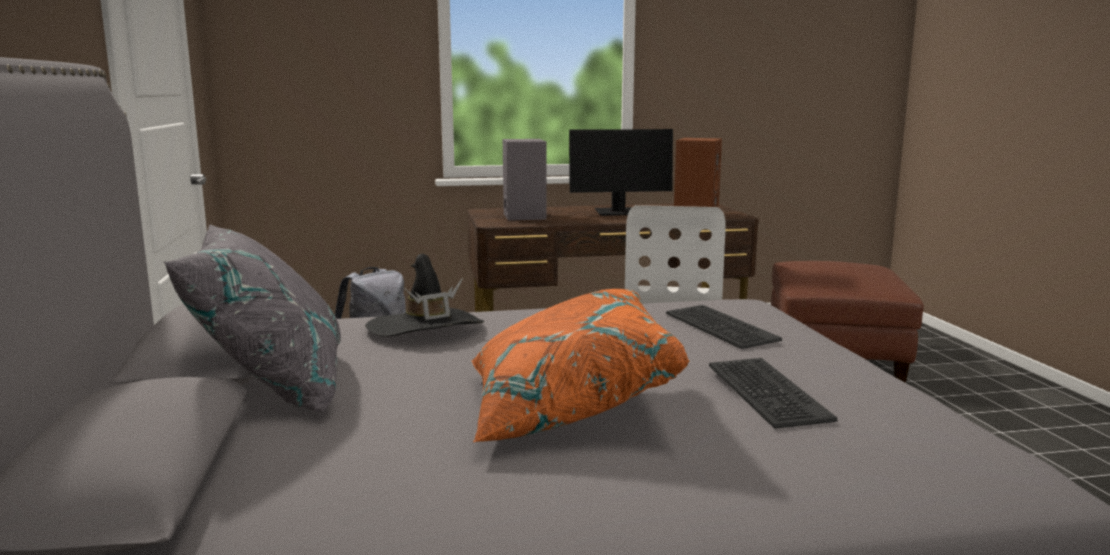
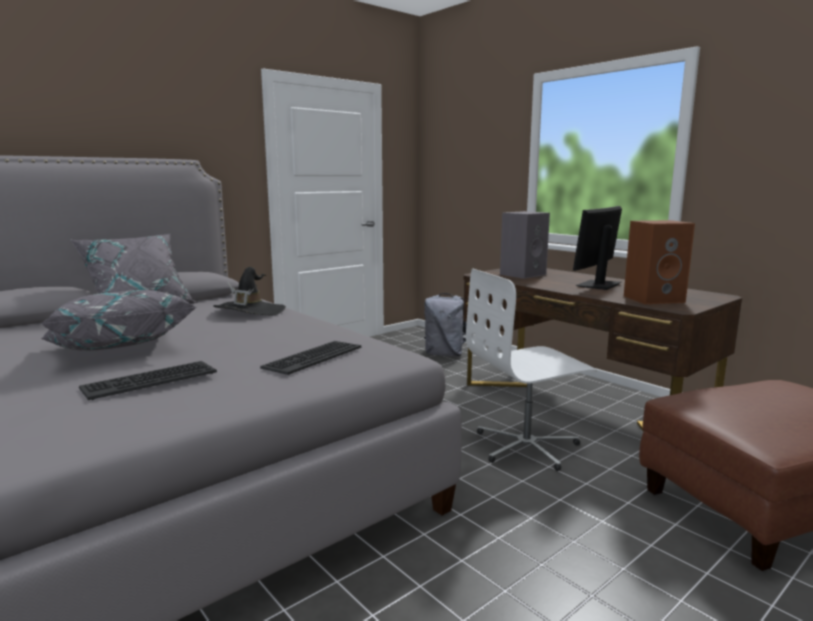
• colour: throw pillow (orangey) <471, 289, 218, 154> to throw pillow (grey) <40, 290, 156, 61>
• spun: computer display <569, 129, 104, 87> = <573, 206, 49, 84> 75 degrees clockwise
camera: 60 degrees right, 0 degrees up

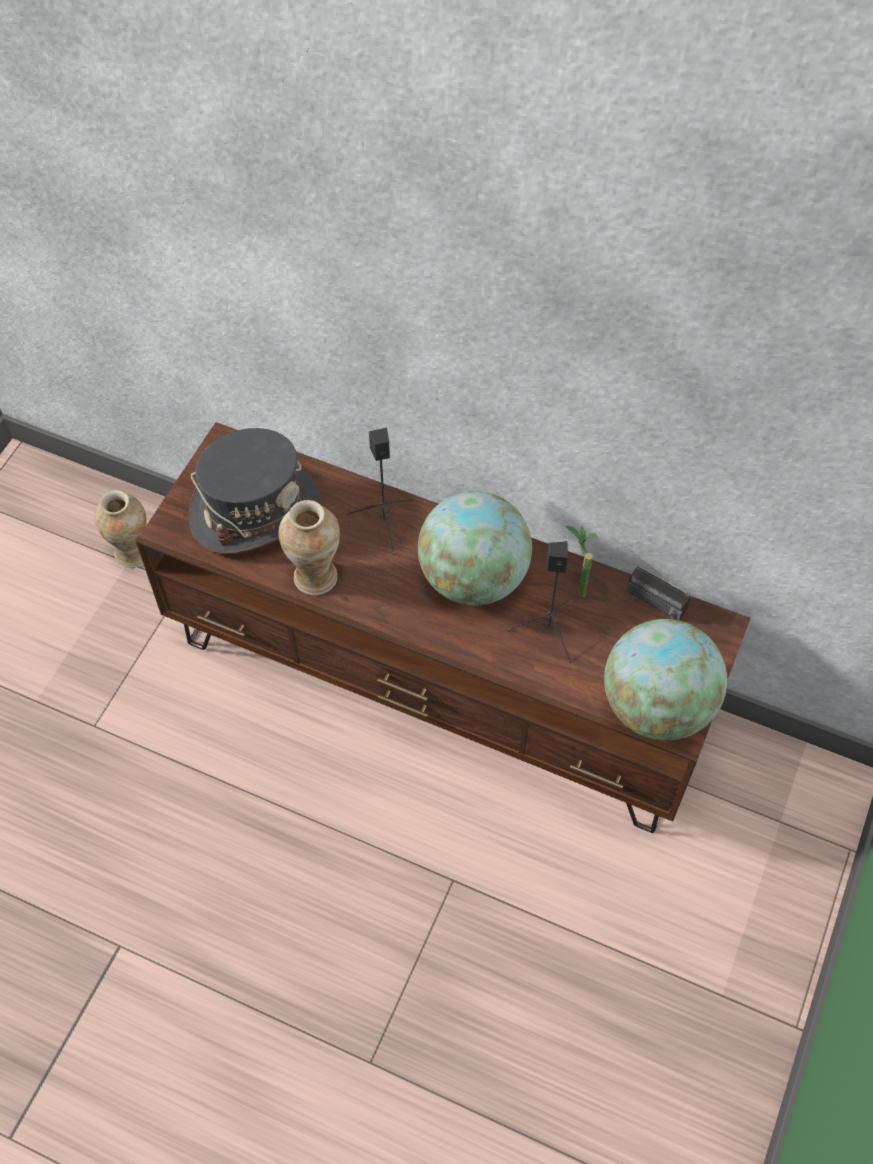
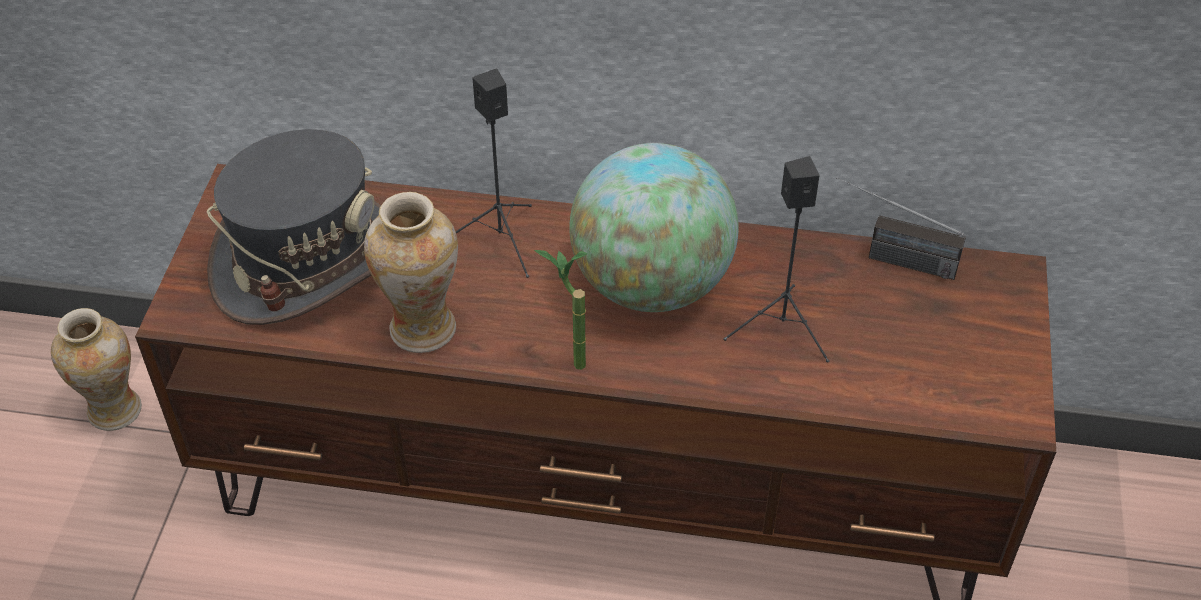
• relocated: potted plant <565, 526, 33, 71> to <534, 250, 53, 120>
• missing: globe <604, 619, 123, 122>
camera: 15 degrees left, 10 degrees down

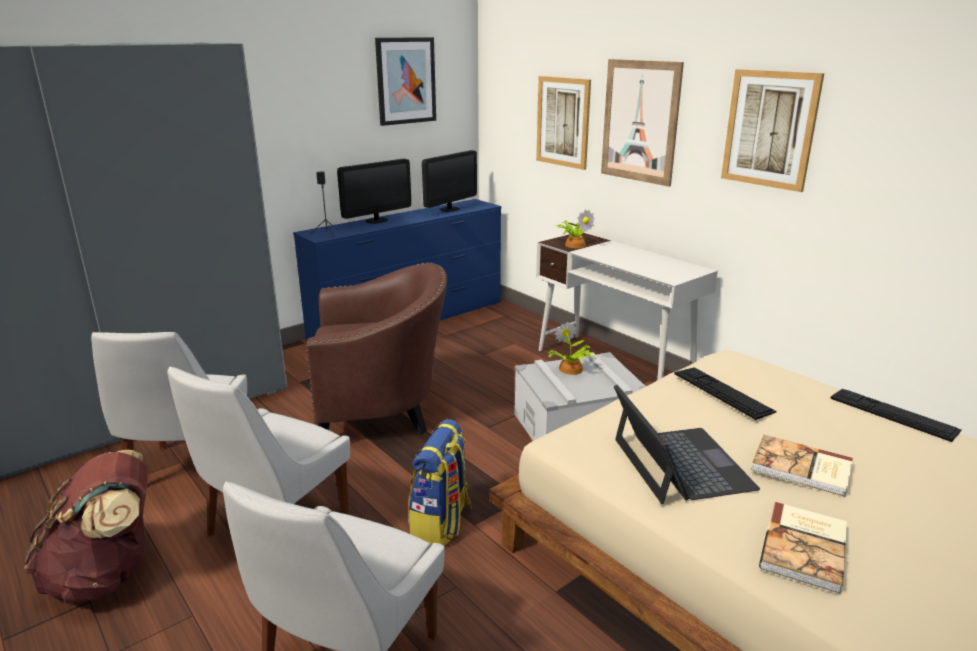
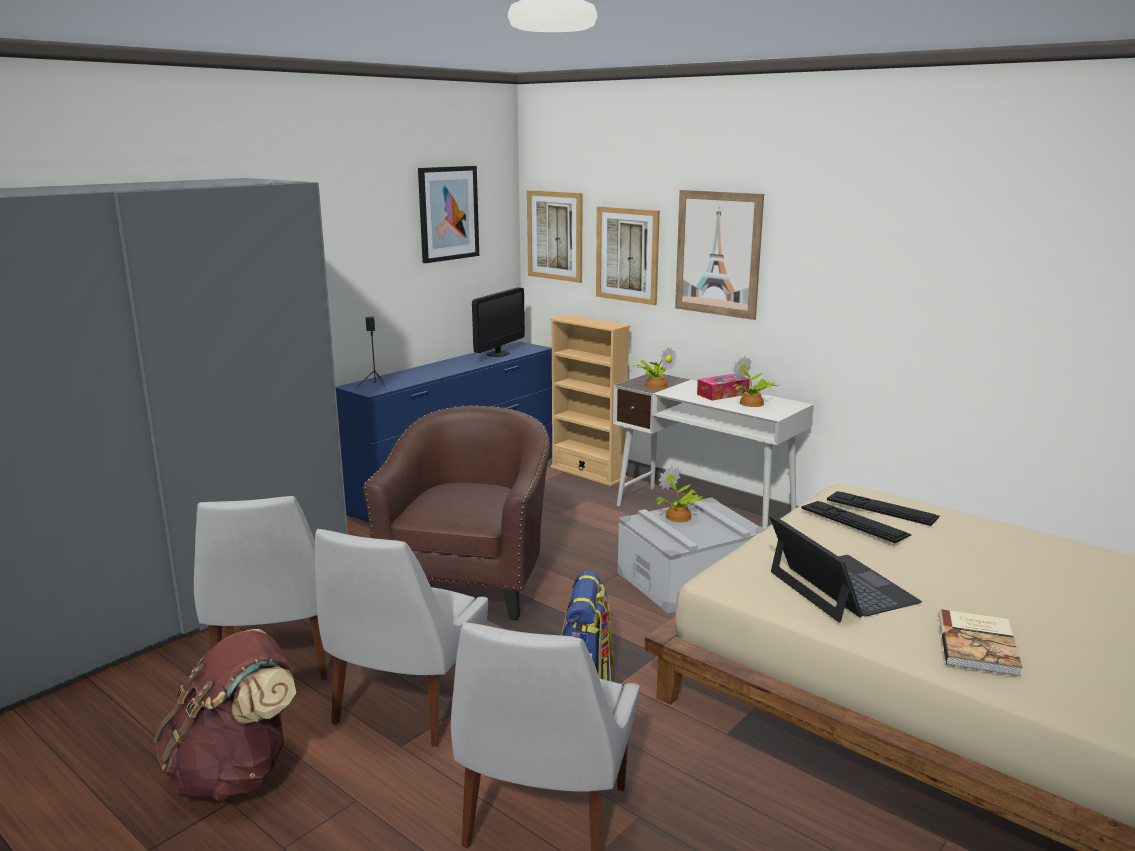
• spun: easy chair (brownish) <306, 262, 141, 172> = <363, 405, 187, 215> 60 degrees counterclockwise
• relocated: wall picture <721, 69, 103, 123> to <527, 190, 56, 93>
• appeared: shelving unit (beige) <550, 315, 81, 171>
• appeared: tissue box <697, 374, 53, 27>
• appeared: potted plant <733, 356, 46, 51>
• relocated: computer keyboard <830, 389, 132, 53> to <827, 491, 113, 35>
• missing: computer display <337, 159, 74, 65>
• missing: bound book <751, 435, 102, 62>
camera: 10 degrees left, 5 degrees down

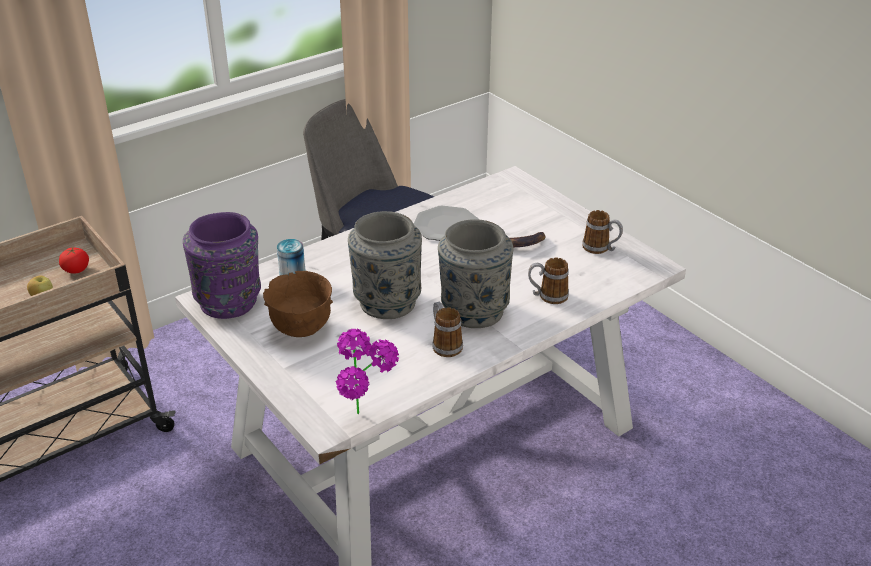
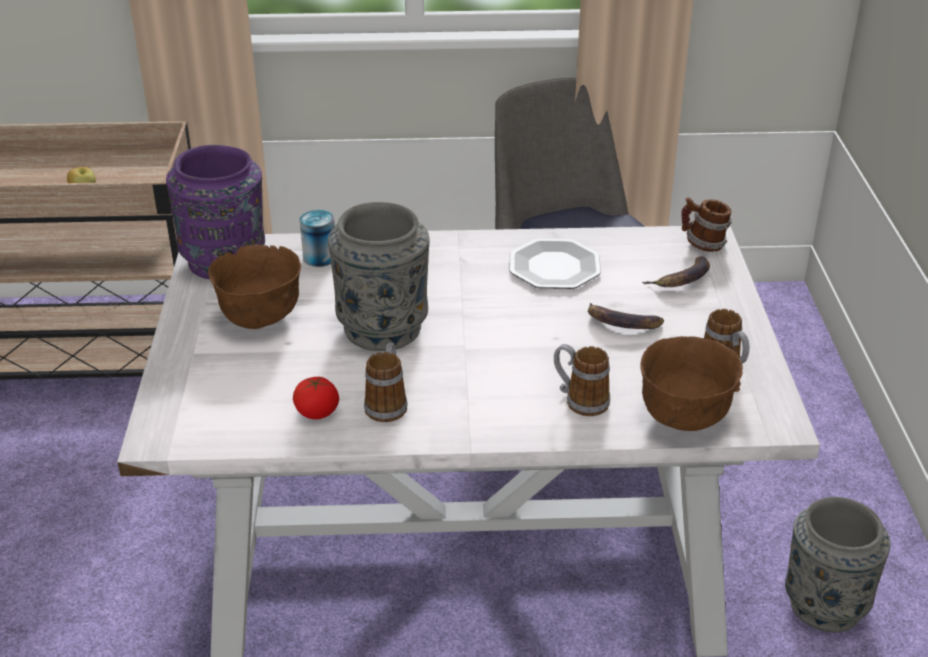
• relocated: tomato <59, 247, 30, 27> to <293, 376, 46, 43>
• appeared: deep dish (brownish) <640, 336, 103, 95>
• appeared: banana fruit <642, 256, 68, 31>
• appeared: tea mug <681, 197, 51, 55>
• relocated: decorative vase (grey) <438, 219, 75, 109> to <785, 497, 106, 136>
• missing: potted plant <335, 329, 64, 85>
camera: 35 degrees right, 0 degrees up

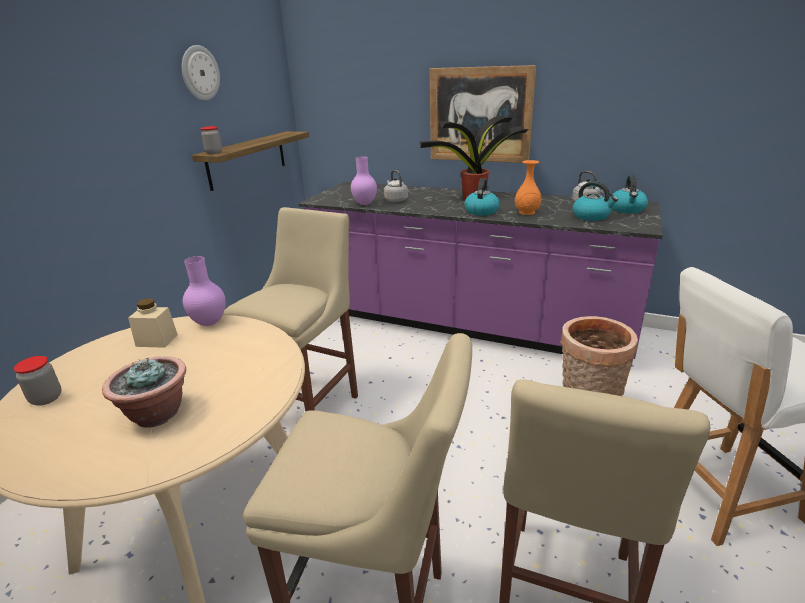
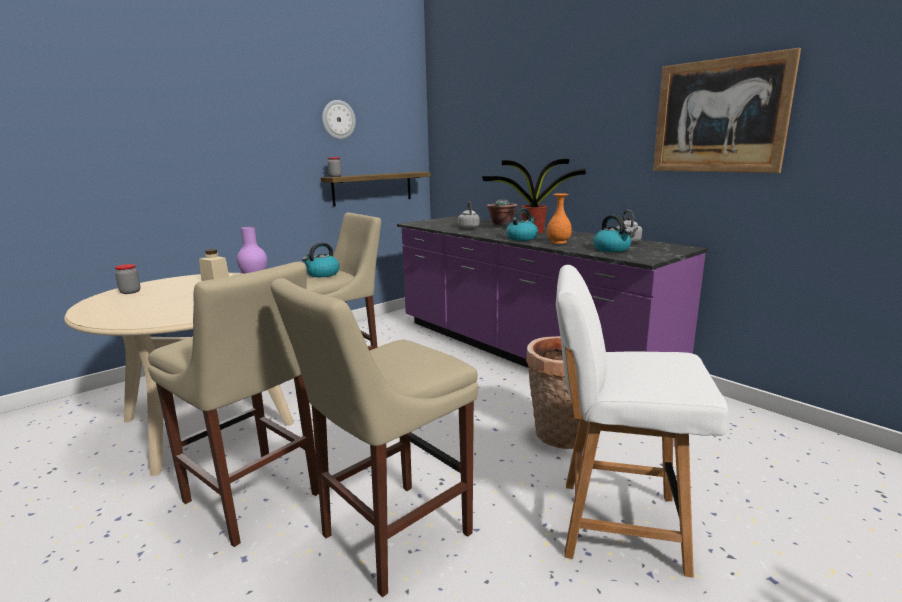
• relocated: kettle <610, 175, 38, 38> to <302, 242, 38, 35>
• relocated: potted plant <102, 356, 84, 72> to <486, 199, 31, 26>
• relocated: wall picture <430, 65, 106, 98> to <653, 48, 148, 125>
• missing: decorative vase (purple-coloured) <351, 156, 26, 49>
camera: 25 degrees right, 10 degrees down

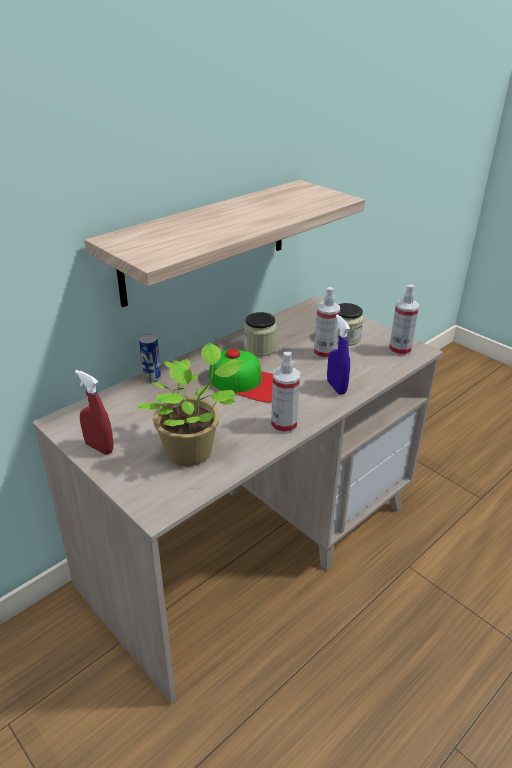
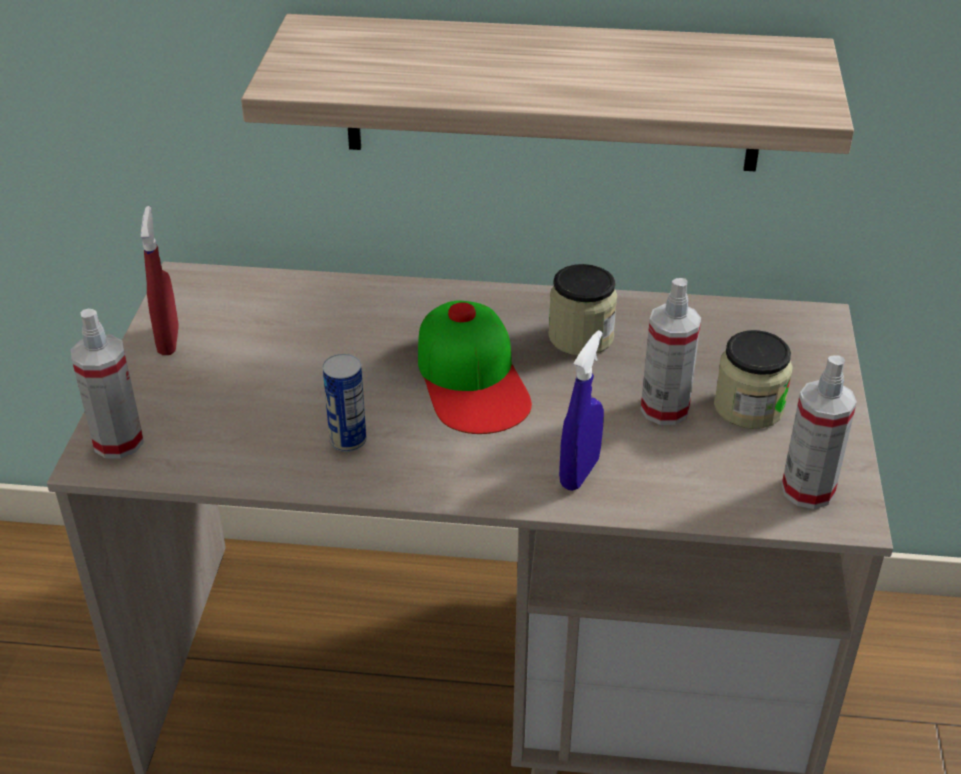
• relocated: hand sprayer <271, 352, 29, 82> to <71, 309, 73, 150>
• relocated: metal can <139, 334, 22, 49> to <323, 354, 43, 98>
• missing: potted plant <137, 342, 107, 124>
camera: 50 degrees right, 5 degrees up

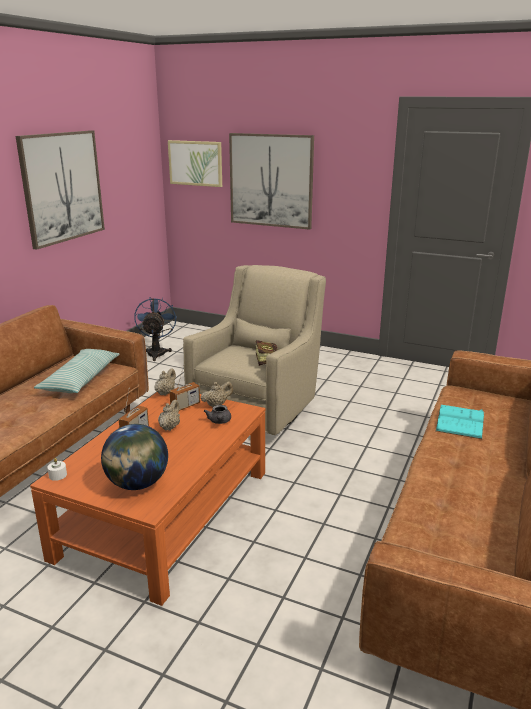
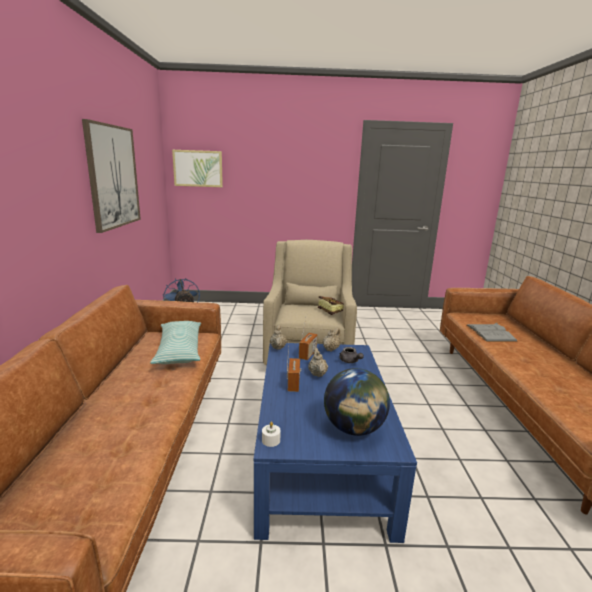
• colour: lounge table (orangey) <30, 388, 235, 218> to lounge table (bluish) <254, 343, 163, 200>
• colour: bound book (turquoise) <435, 405, 49, 34> to bound book (grey) <467, 323, 51, 19>
• missing: wall picture <229, 133, 85, 97>
camera: 25 degrees left, 5 degrees down

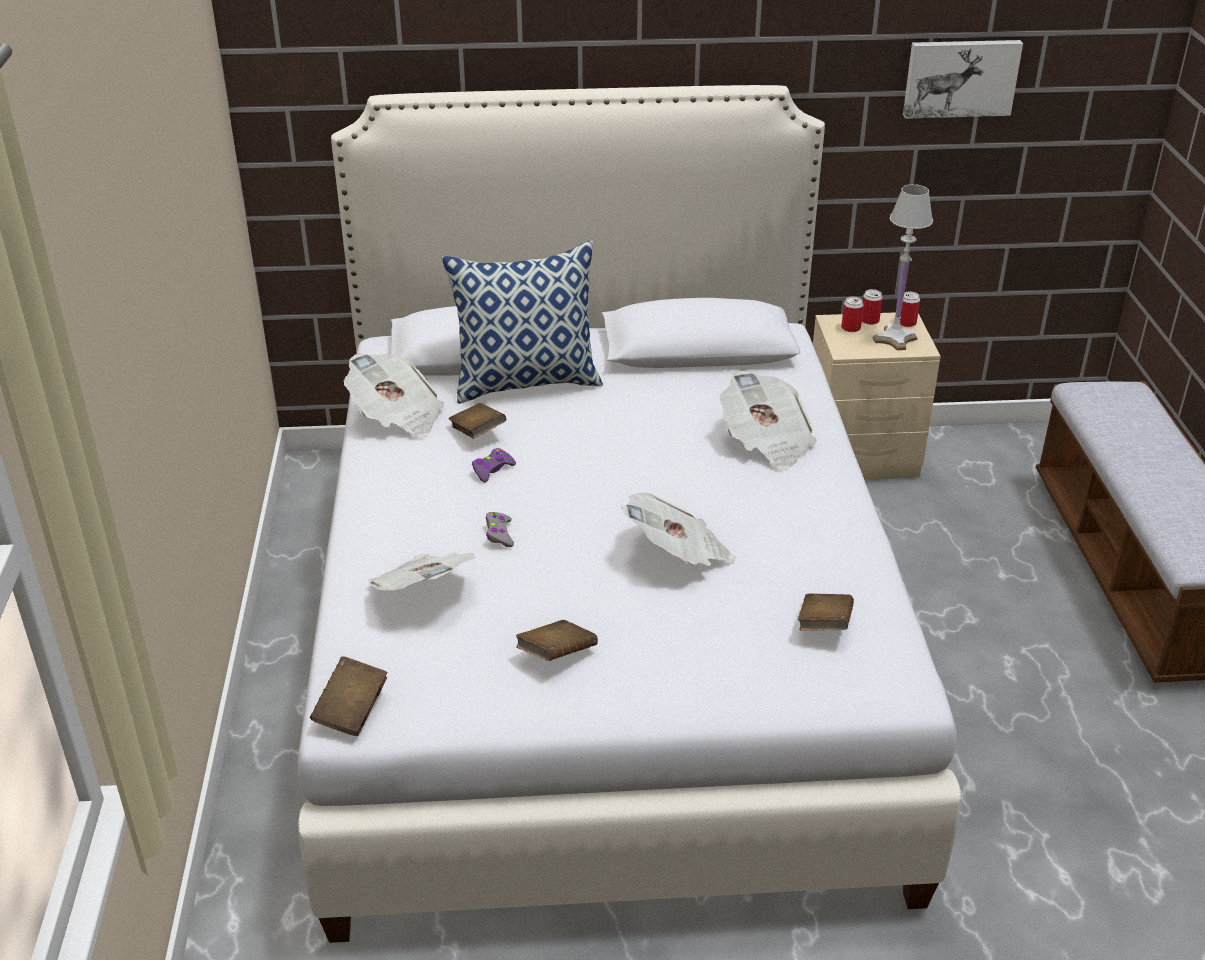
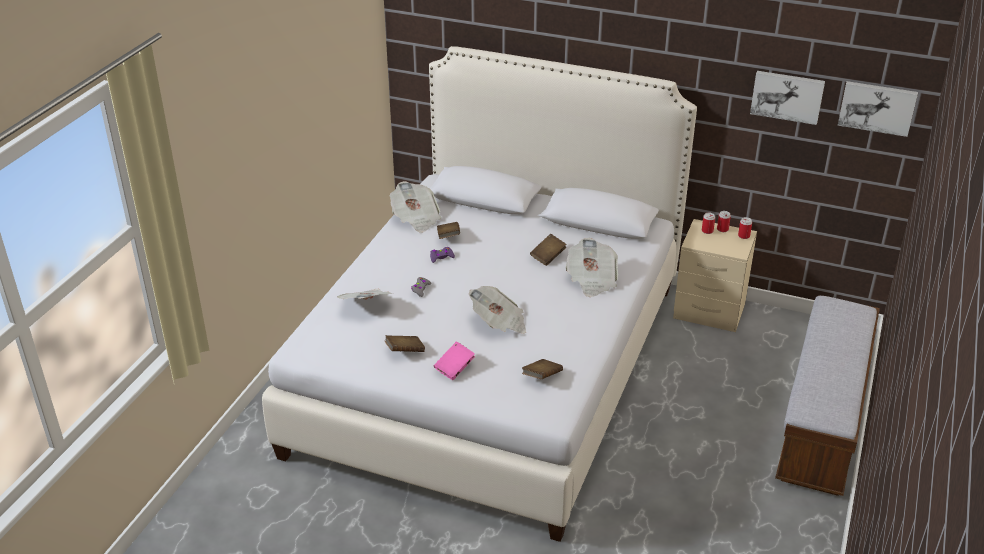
• appeared: bound book (pink) <434, 341, 41, 39>
• relocated: bound book (brownish) <310, 656, 77, 80> to <530, 234, 37, 32>
• appeared: wall picture <838, 81, 80, 56>
• missing: throw pillow <442, 241, 161, 163>
• missing: tabletop lamp (white) <873, 184, 60, 166>
camera: 25 degrees right, 0 degrees up

